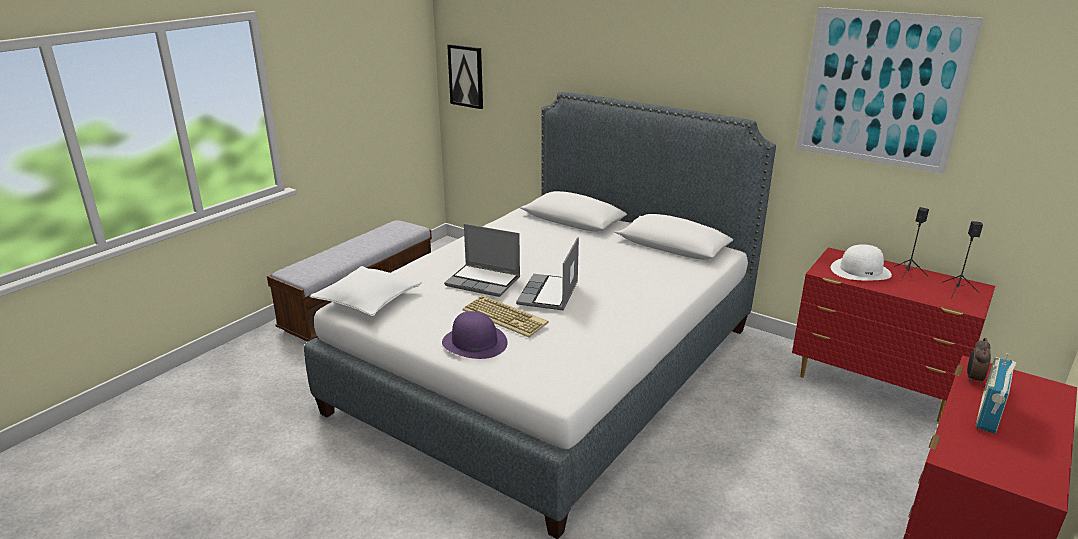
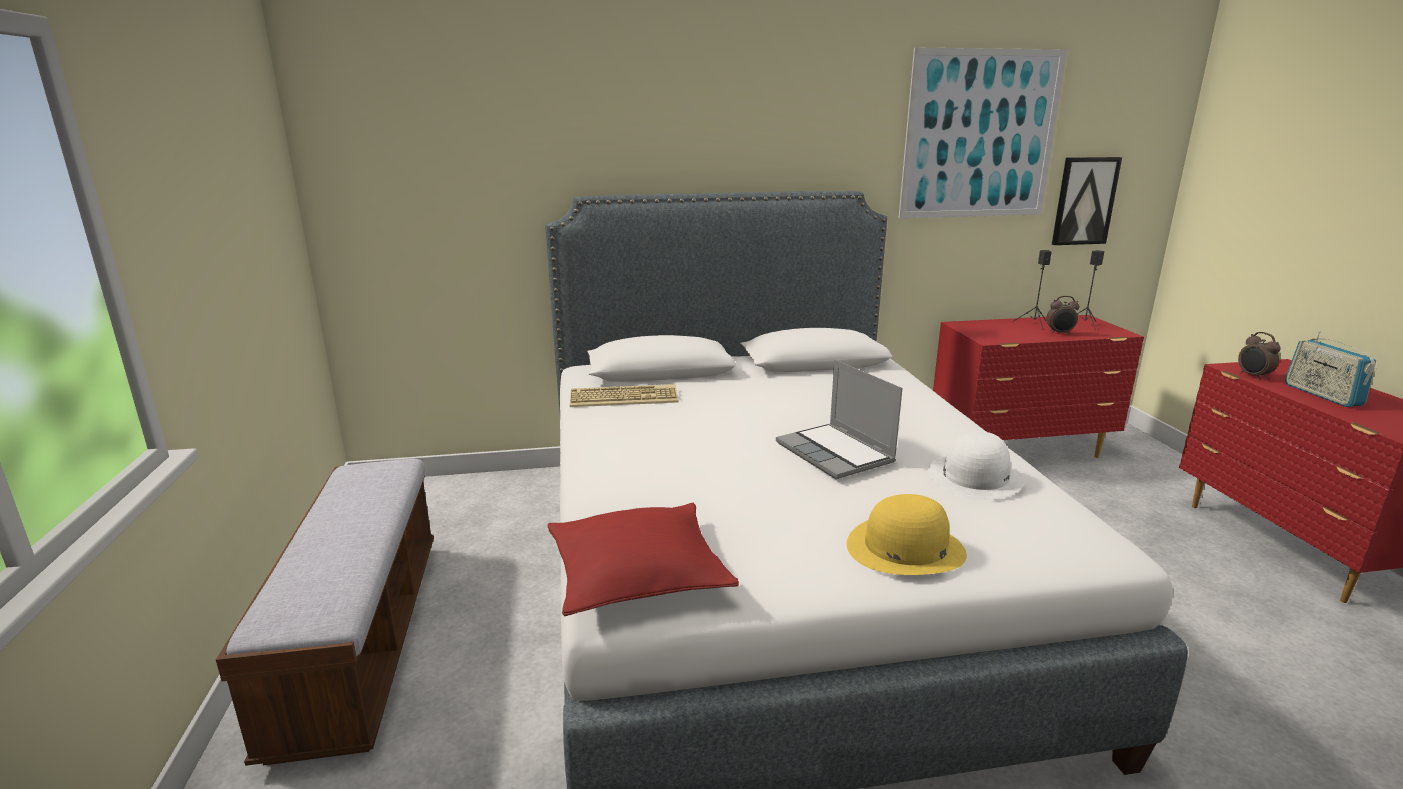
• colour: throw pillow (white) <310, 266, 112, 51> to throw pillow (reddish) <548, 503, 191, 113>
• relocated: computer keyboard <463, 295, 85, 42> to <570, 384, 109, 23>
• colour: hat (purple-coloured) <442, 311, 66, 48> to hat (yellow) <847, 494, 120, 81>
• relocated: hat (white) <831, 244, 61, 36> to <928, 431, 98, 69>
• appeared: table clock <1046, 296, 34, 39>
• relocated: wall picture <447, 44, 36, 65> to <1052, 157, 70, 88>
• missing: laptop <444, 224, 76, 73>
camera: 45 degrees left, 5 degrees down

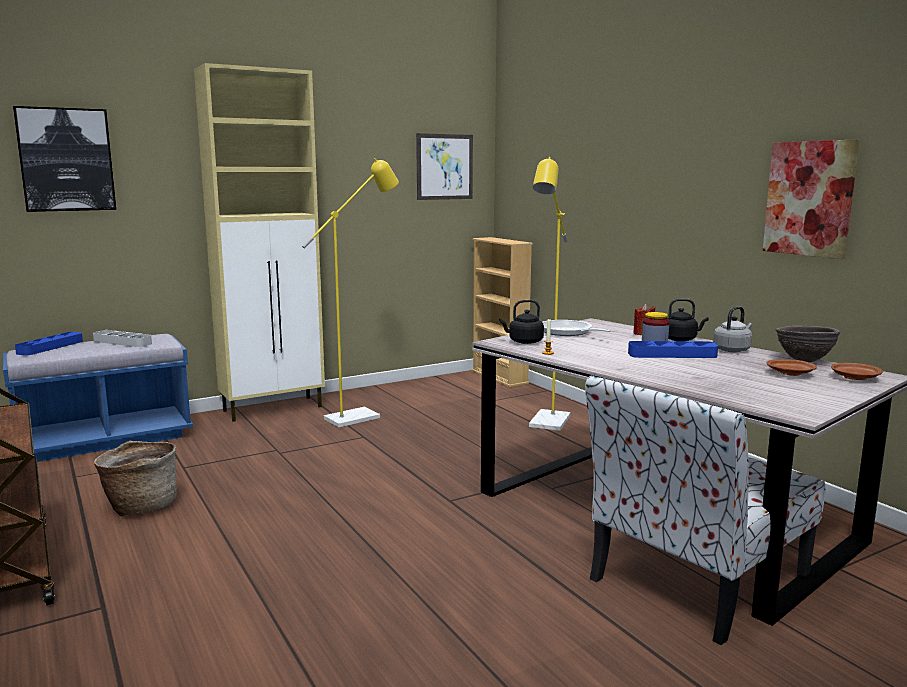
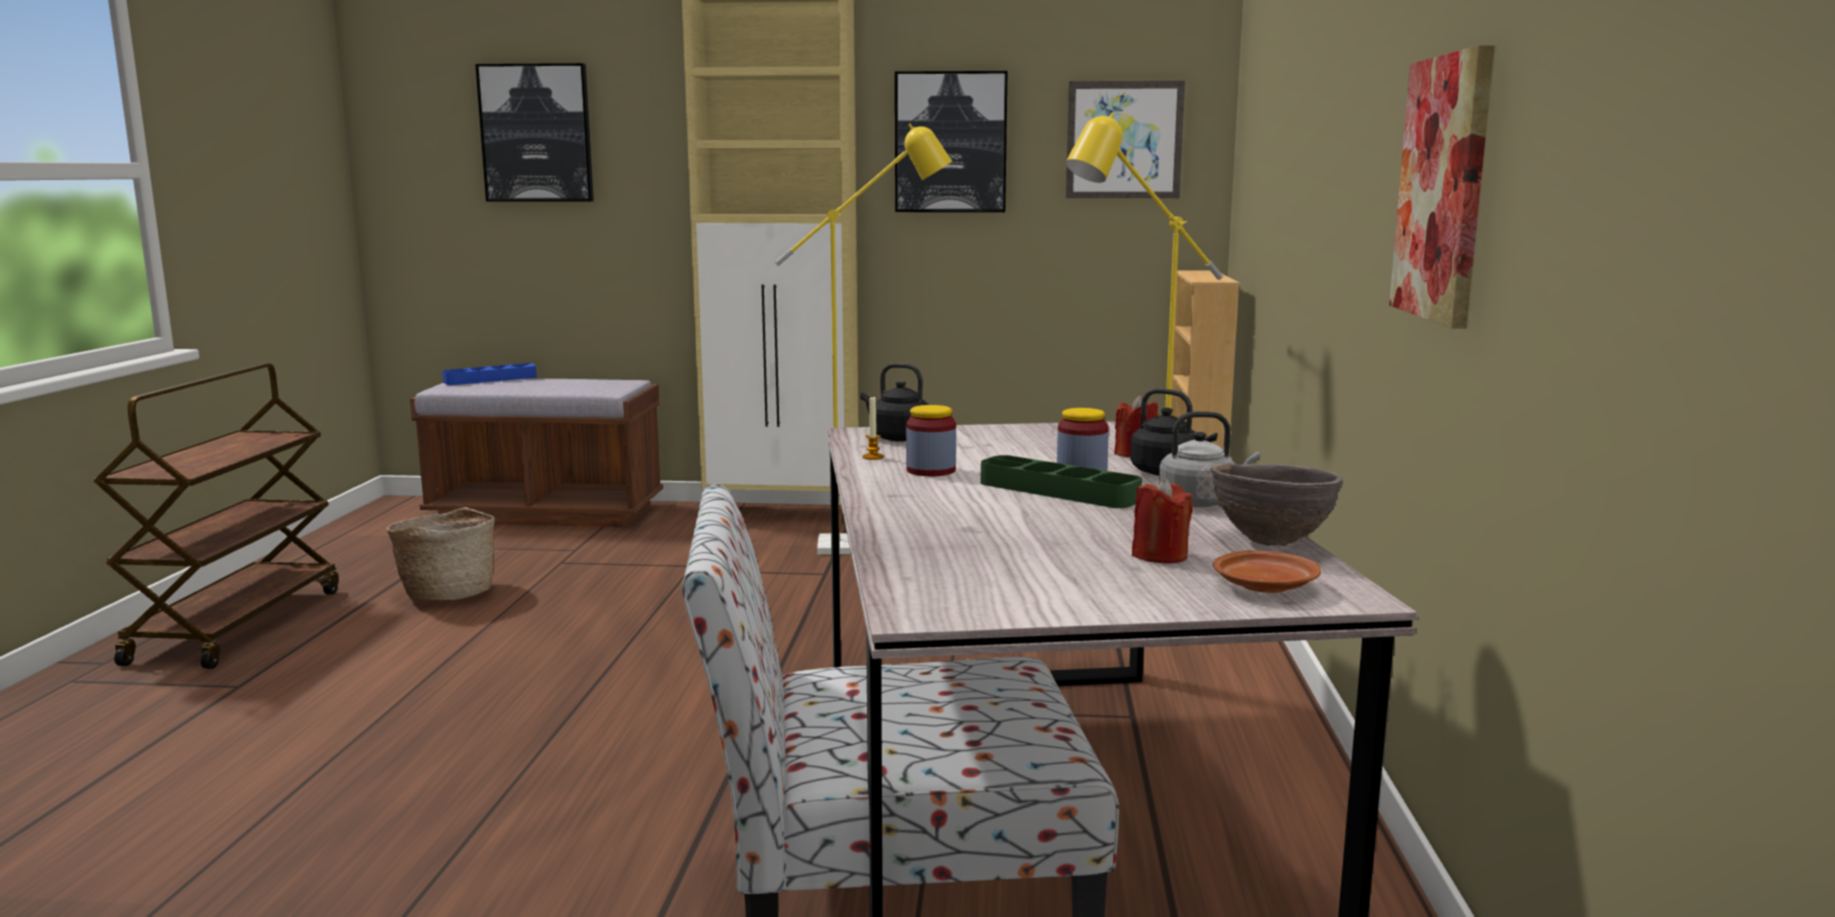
• colour: bench (bluish) <3, 334, 190, 128> to bench (brownish) <410, 379, 253, 148>
• appeared: wall picture <895, 71, 113, 141>
• appeared: jar <906, 405, 50, 71>
• colour: tray (bluish) <628, 341, 90, 17> to tray (greenish) <981, 455, 161, 53>
• exchanged: plate (brownish) <767, 359, 50, 17> to wax light (reddish) <1132, 478, 61, 86>
• missing: tray (grey) <93, 330, 59, 17>
• missing: skillet <542, 320, 70, 16>
camera: 35 degrees right, 0 degrees up

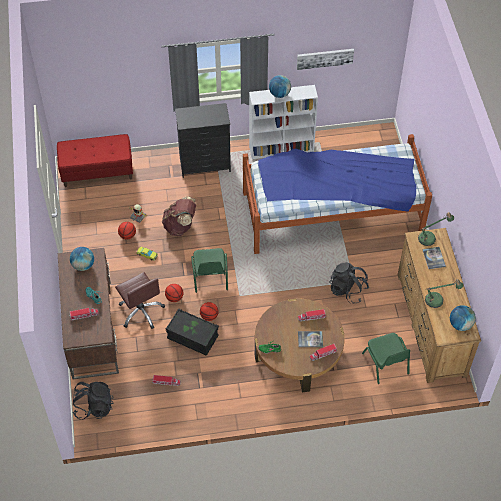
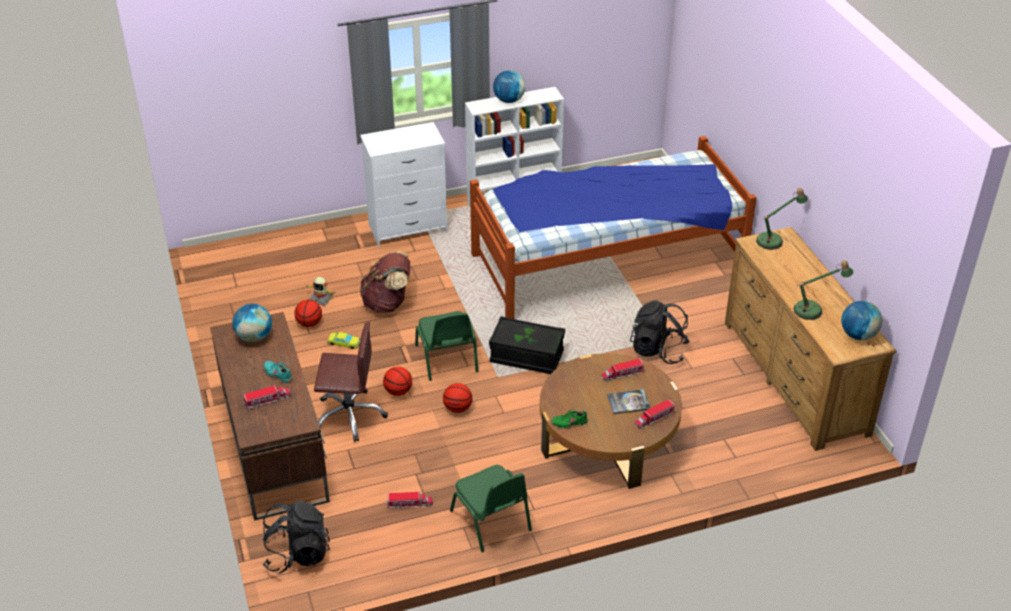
• spun: desk chair (brownish) <115, 272, 50, 57> = <314, 322, 74, 120> 45 degrees counterclockwise
• colour: drawer chest (black-coloured) <175, 103, 56, 75> to drawer chest (white) <360, 122, 87, 125>
• relocated: plain chair (greenish) <362, 333, 48, 51> to <450, 465, 82, 87>
• relocated: storage box (black-coloured) <166, 309, 53, 47> to <489, 316, 76, 58>
• missing: bench (reddish) <57, 134, 76, 53>
• missing: wall picture <297, 49, 57, 21>
• missing: bound book <423, 247, 23, 22>
camera: 10 degrees left, 15 degrees down

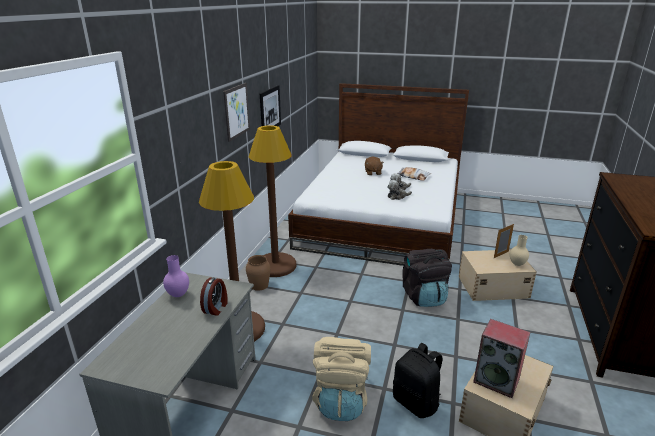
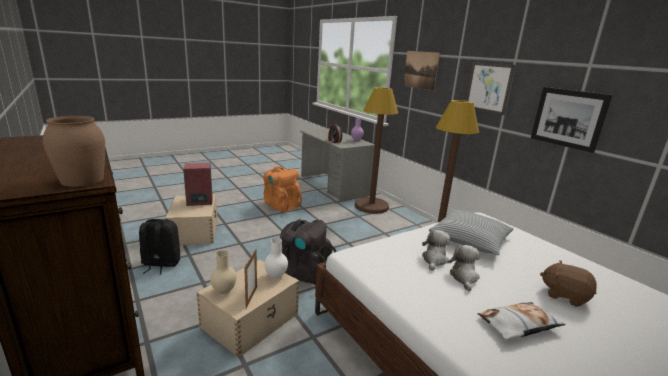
• relocated: decorative vase (brownish) <246, 255, 25, 36> to <43, 116, 62, 71>
• relocated: rucksack (black-coloured) <393, 343, 50, 75> to <139, 219, 41, 55>
• colour: rucksack (beige) <312, 337, 59, 84> to rucksack (orangey) <263, 166, 39, 46>
• appeared: decorative vase (white) <264, 238, 24, 40>
• appeared: wall picture <403, 51, 37, 40>
• appeared: throw pillow <428, 209, 86, 46>
camera: 130 degrees right, 5 degrees down

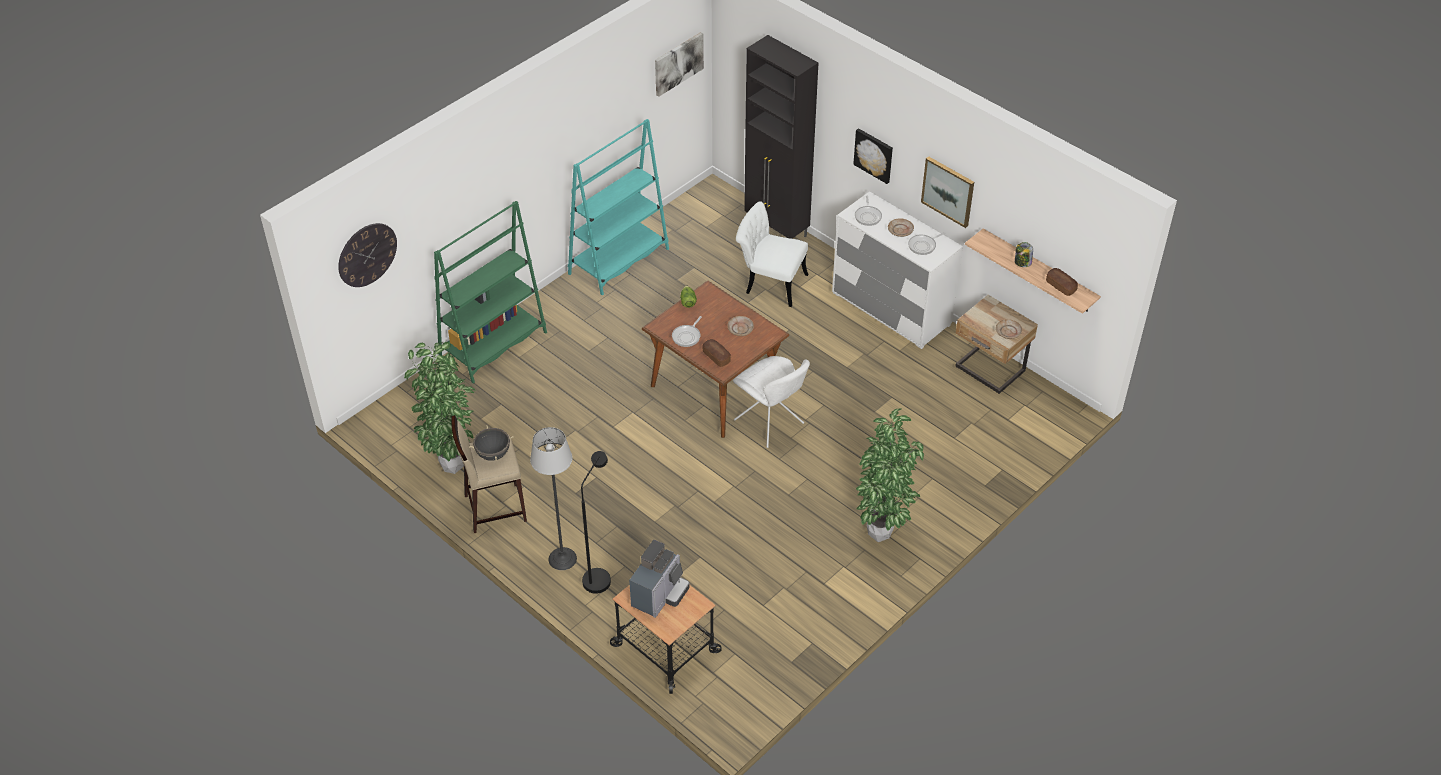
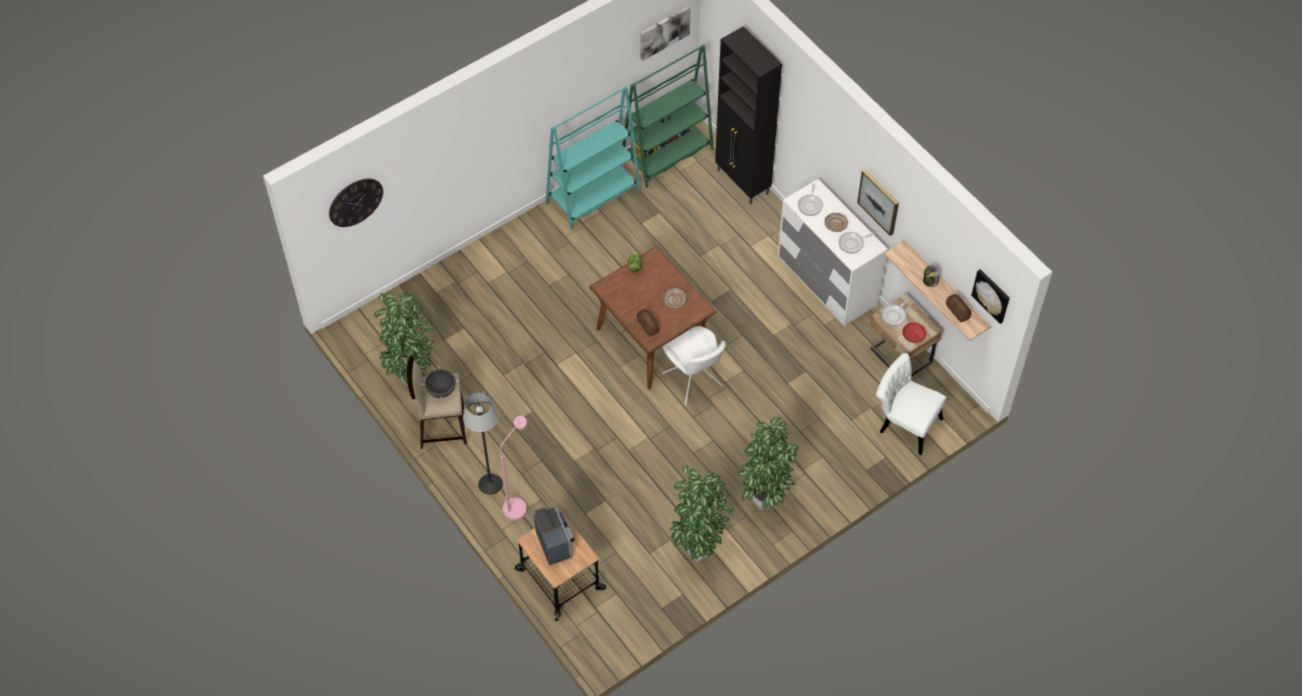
• colour: standard lamp (black-coloured) <581, 451, 30, 143> to standard lamp (pink) <500, 416, 28, 105>
• spun: coffee maker <629, 540, 60, 78> = <534, 506, 41, 59> 60 degrees counterclockwise
• relocated: shelving unit (greenish) <434, 201, 113, 183> to <622, 44, 92, 144>
• appeared: potted plant <670, 465, 64, 98>
• relocated: plain chair (white) <736, 202, 72, 105> to <876, 353, 71, 102>
• relocated: skillet <672, 316, 30, 31> to <881, 297, 29, 29>
• colour: plate (beige) <996, 319, 26, 20> to plate (reddish) <902, 323, 24, 20>
• relocated: wall picture <853, 128, 40, 56> to <971, 269, 39, 55>
camera: 10 degrees right, 10 degrees up

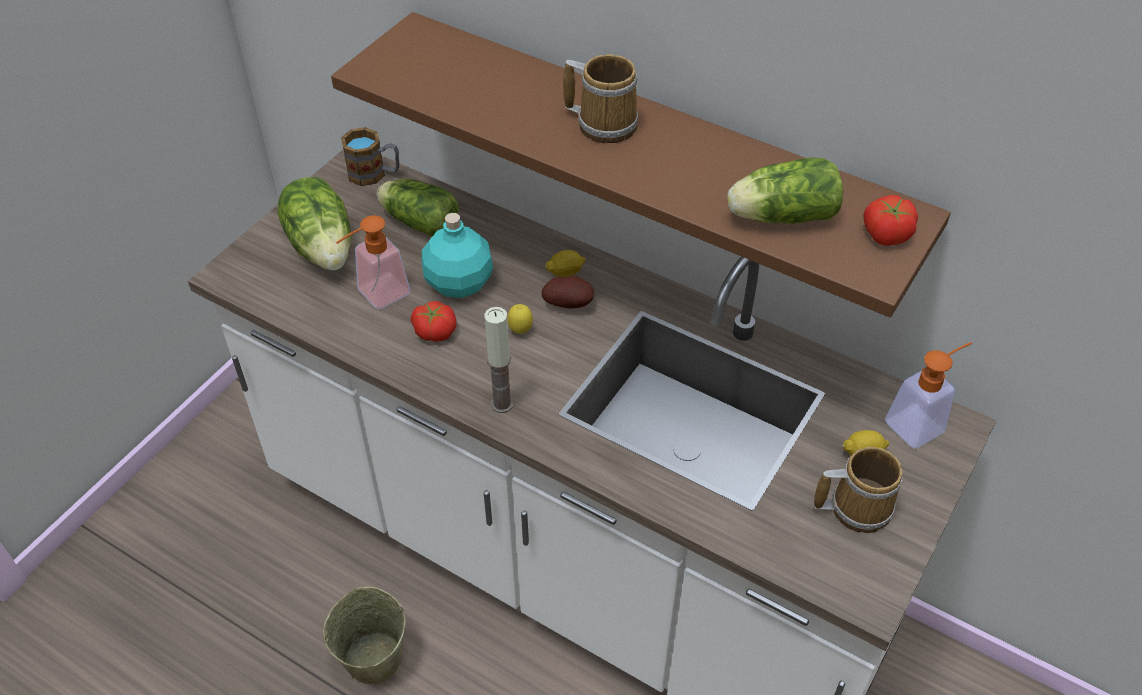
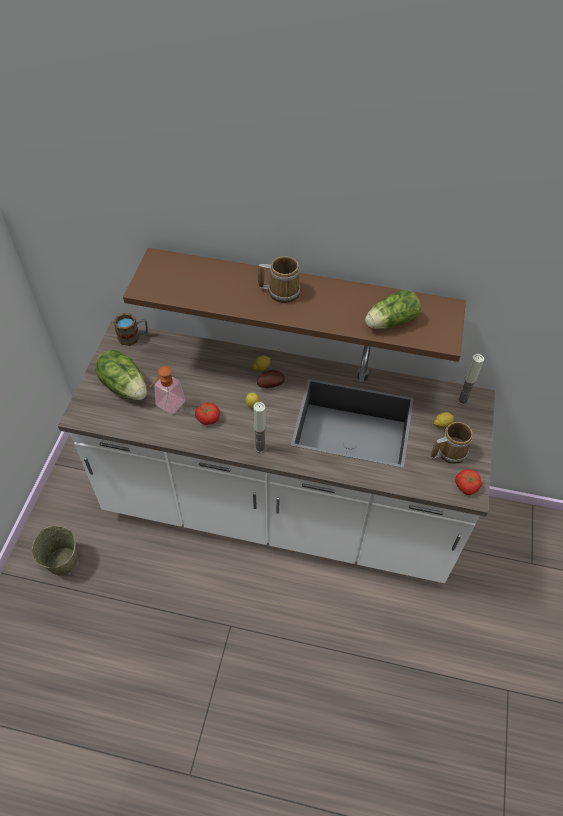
• relocated: water bucket (beige) <323, 587, 83, 97> to <32, 525, 46, 51>
• relocated: tomato <863, 195, 55, 51> to <455, 469, 27, 26>
• exchanged: soap dispenser <885, 342, 87, 107> to wax light <457, 354, 27, 52>
• missing: head of lettuce <377, 179, 82, 58>
• missing: beverage bottle (turquoise) <422, 213, 71, 85>
camera: 20 degrees left, 5 degrees up

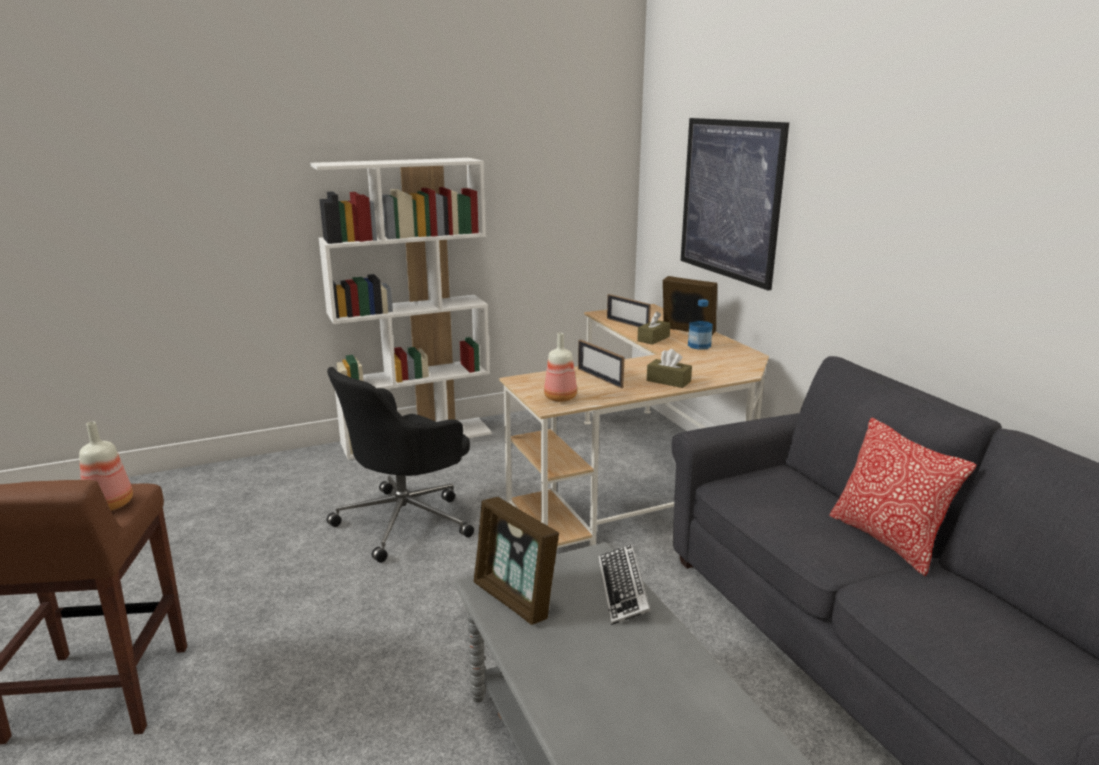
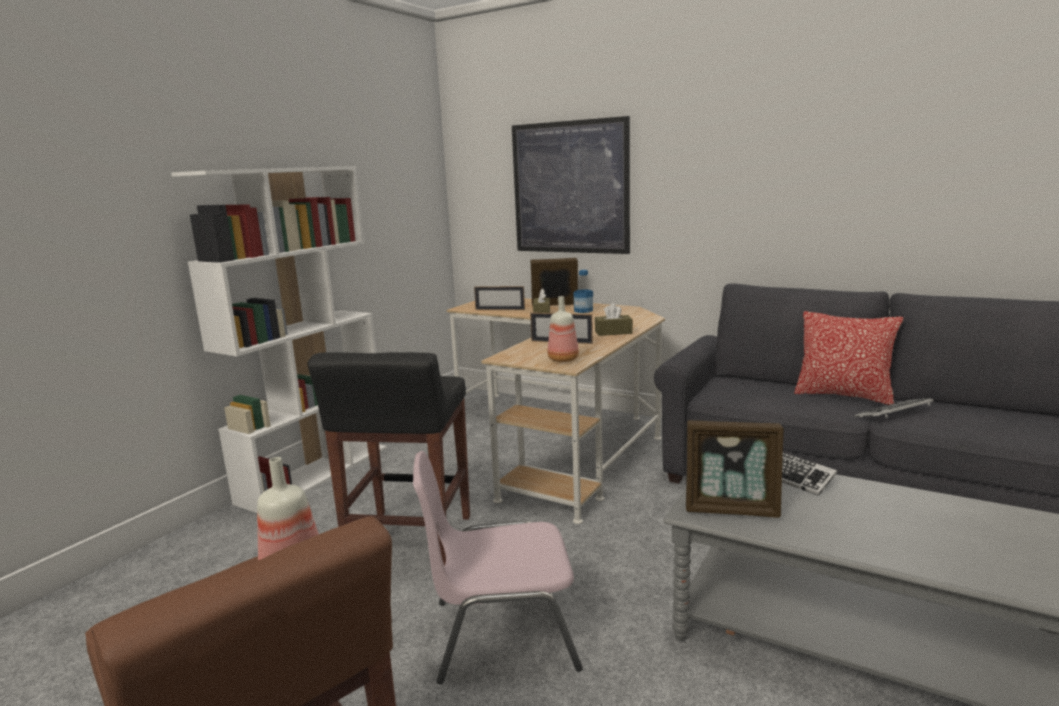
• exchanged: desk chair (black-coloured) <327, 367, 147, 196> to stool seat (black-coloured) <308, 352, 162, 214>
• appeared: plain chair (pink) <413, 451, 170, 234>
• appeared: computer keyboard <855, 398, 79, 20>
camera: 35 degrees left, 5 degrees down

